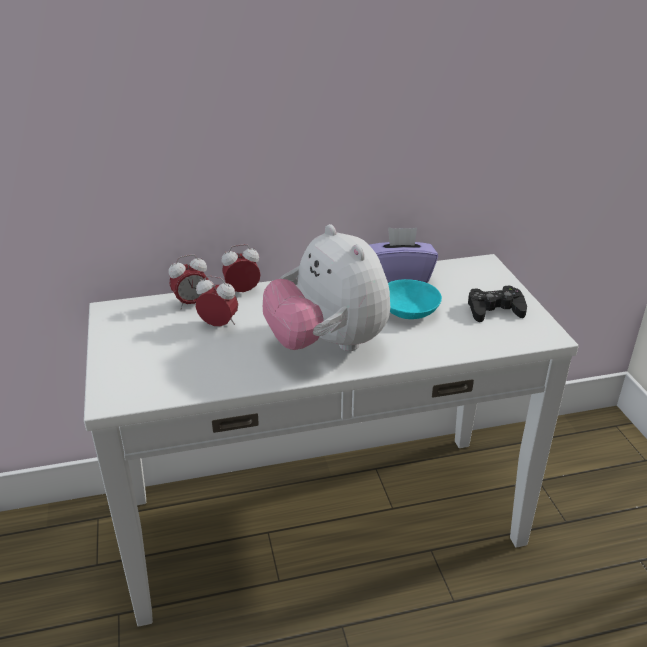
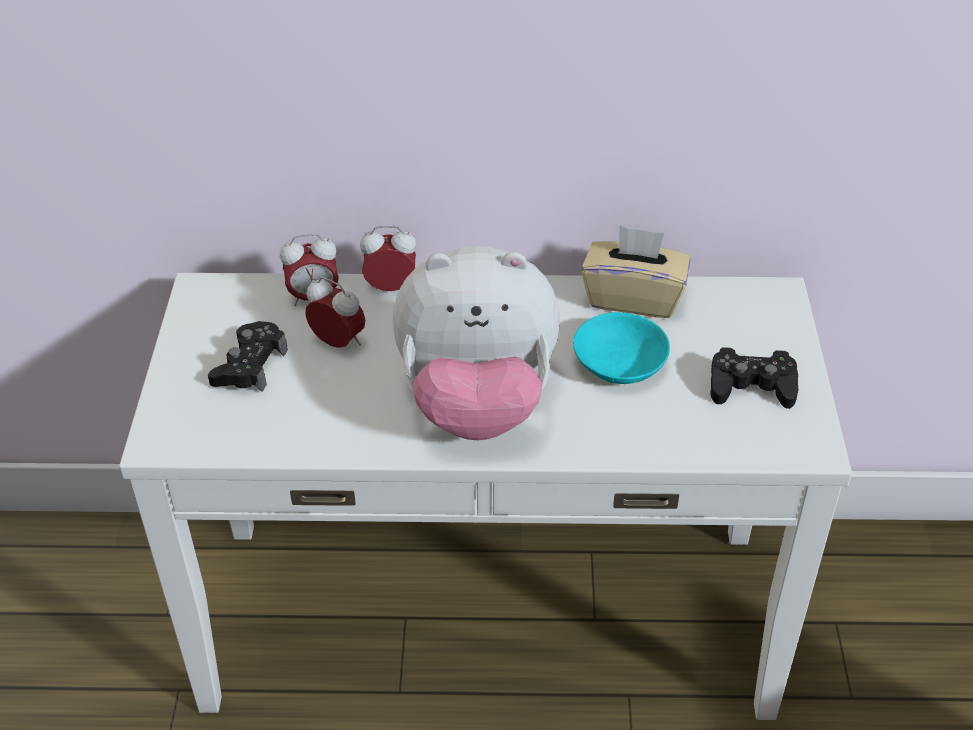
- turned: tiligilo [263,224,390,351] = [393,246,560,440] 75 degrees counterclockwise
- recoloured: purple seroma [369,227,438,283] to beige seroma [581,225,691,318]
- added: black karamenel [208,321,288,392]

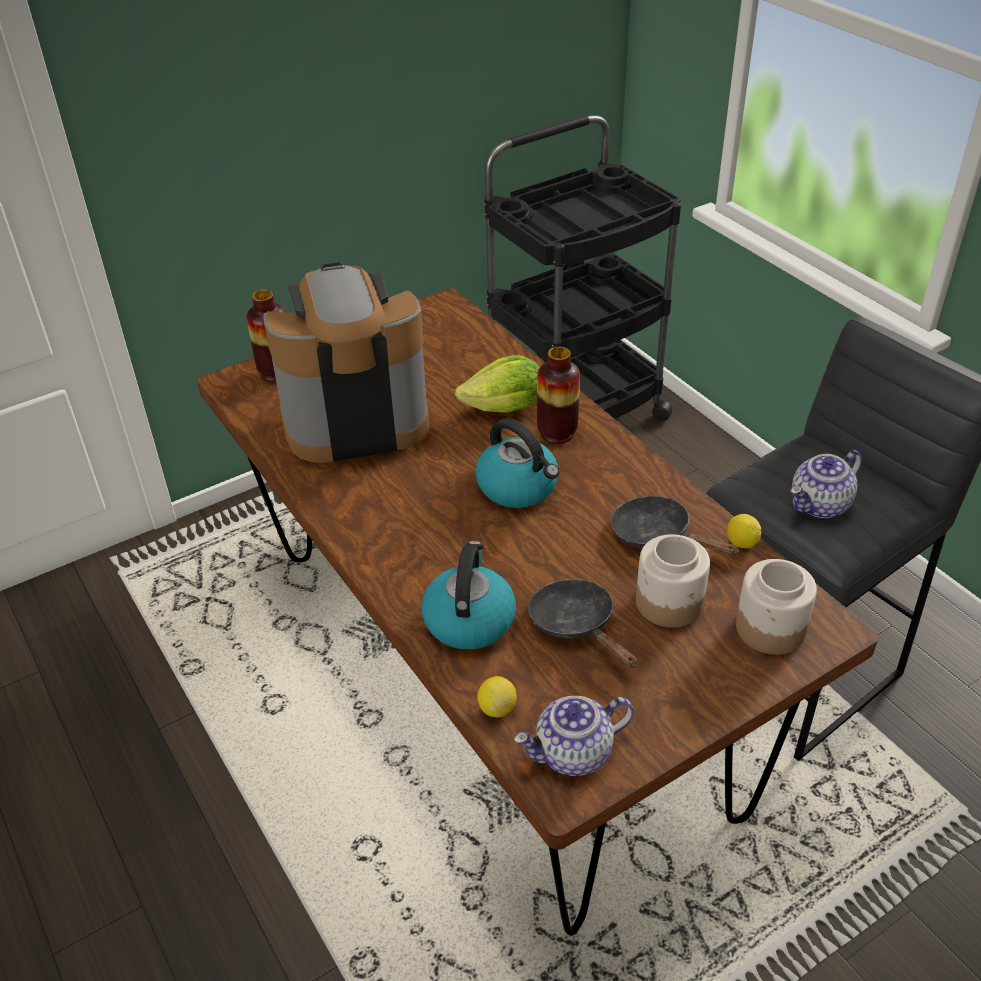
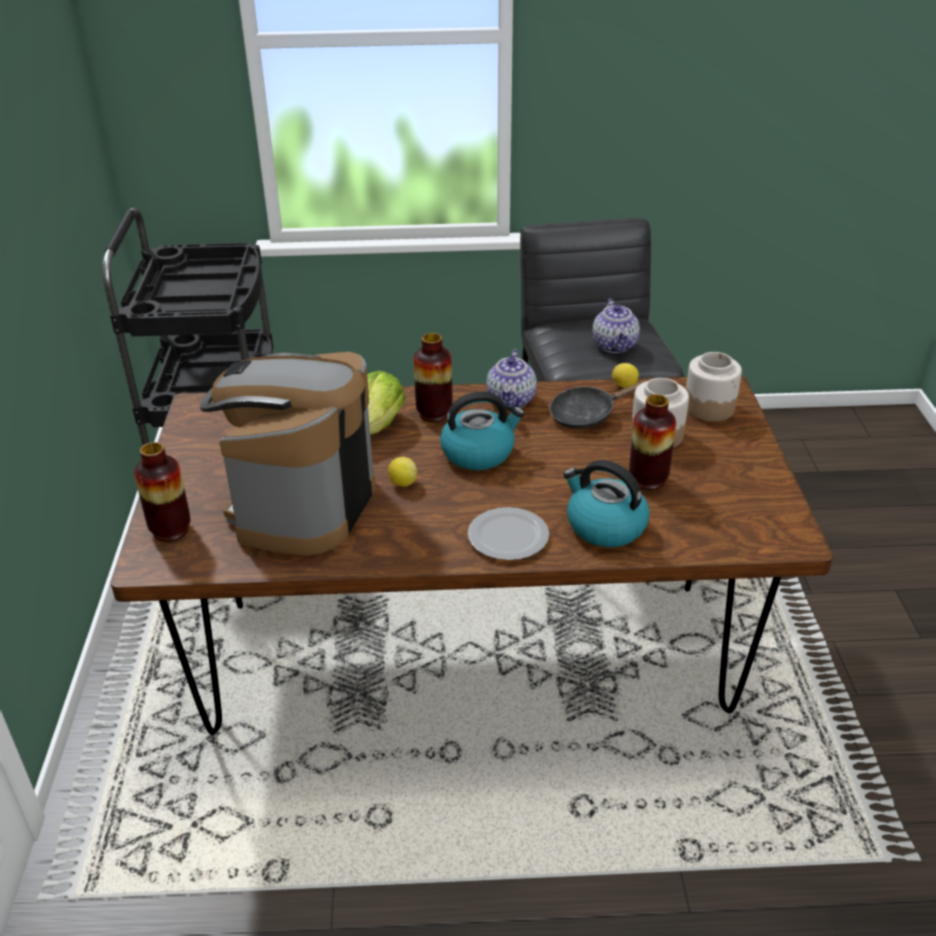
- moved: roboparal [477,676,517,717] to [388,457,417,487]
- moved: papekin [514,696,634,776] to [486,349,537,408]
- replaced: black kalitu [528,579,638,668] to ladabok [629,394,676,490]
- added: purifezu [468,507,549,560]

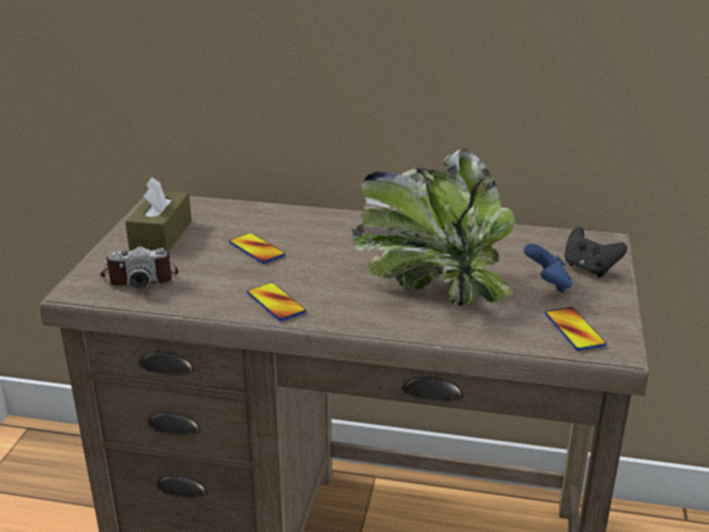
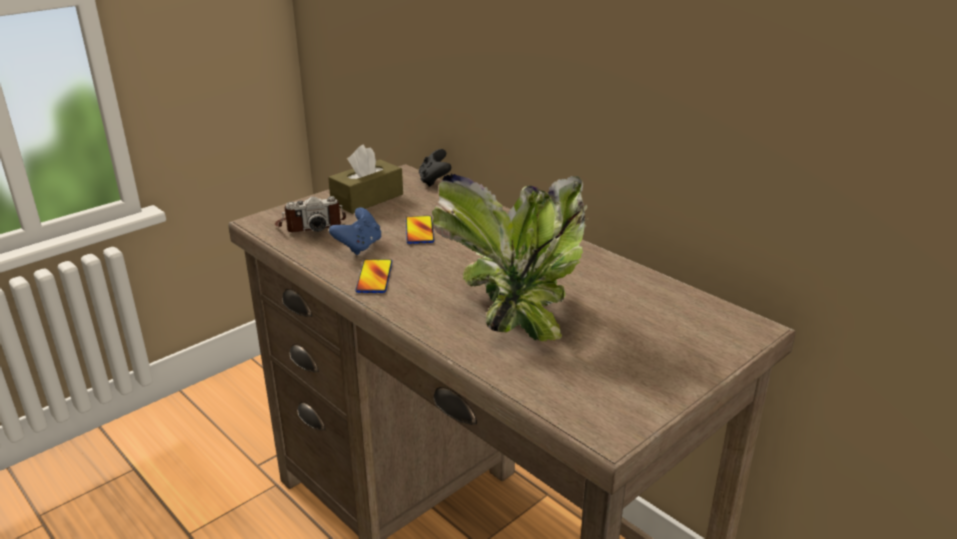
- turned: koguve [100,246,178,288] = [275,196,346,232] 45 degrees counterclockwise
- moved: blue karamenel [524,244,573,293] to [329,208,381,255]
- removed: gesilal [545,307,607,351]
- moved: black karamenel [564,227,627,277] to [419,149,451,187]

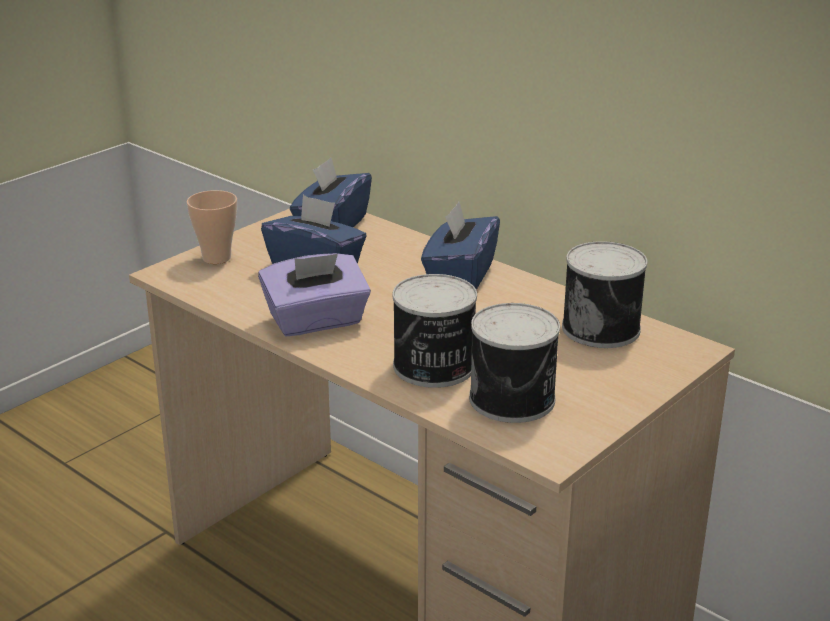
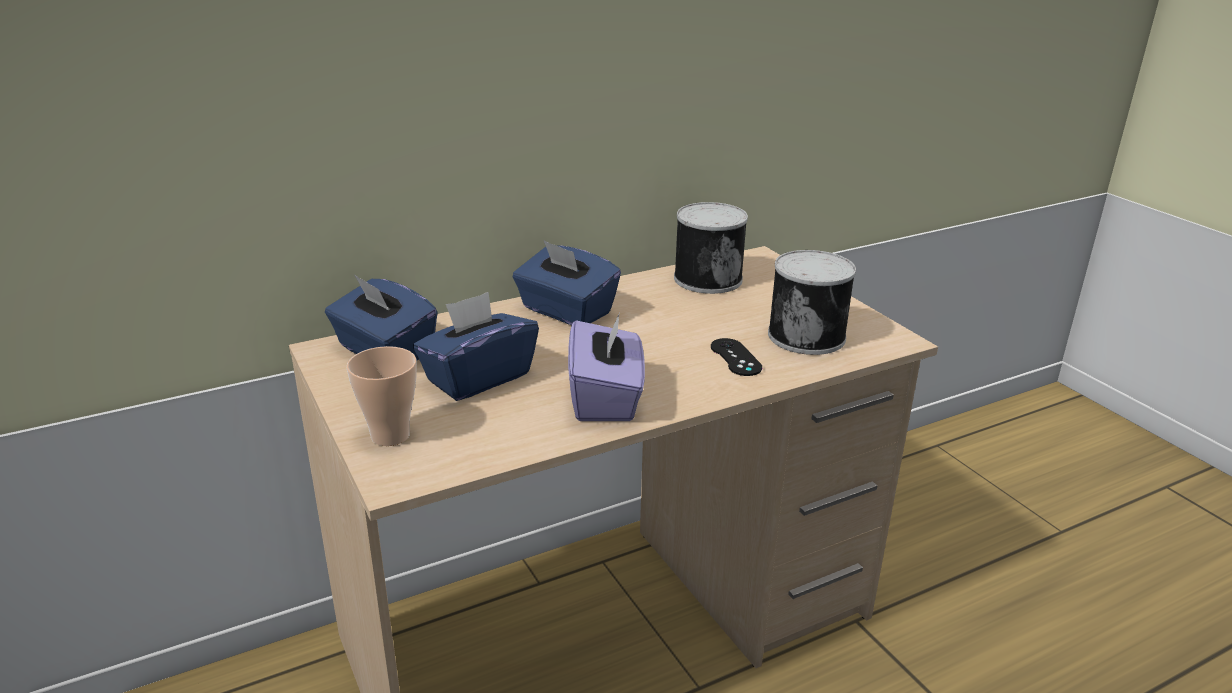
- replaced: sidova [393,274,477,388] to black karamenel [711,338,762,376]

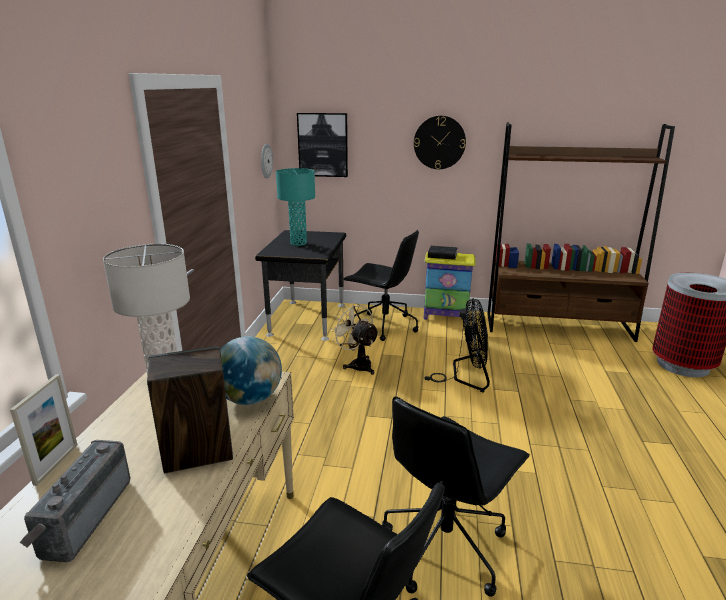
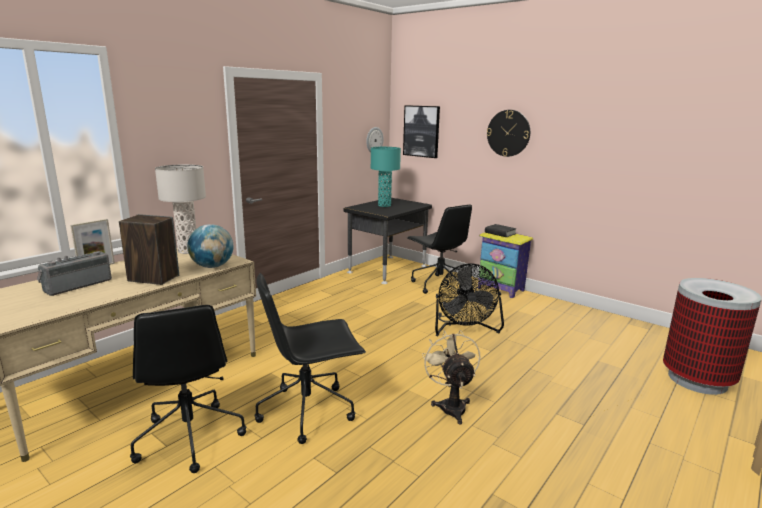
- moved: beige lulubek [330,303,379,375] to [422,330,480,425]
- turned: black lulubek [424,298,490,393] = [435,263,504,336] 45 degrees clockwise
- removed: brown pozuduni [487,122,675,342]

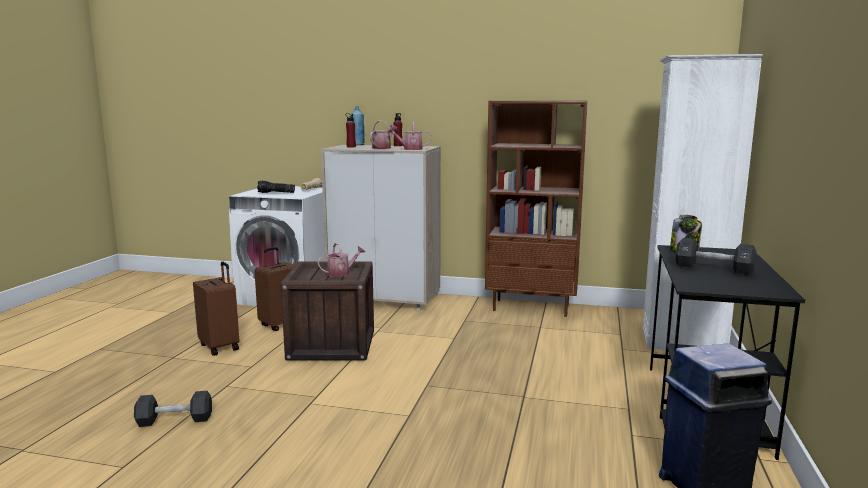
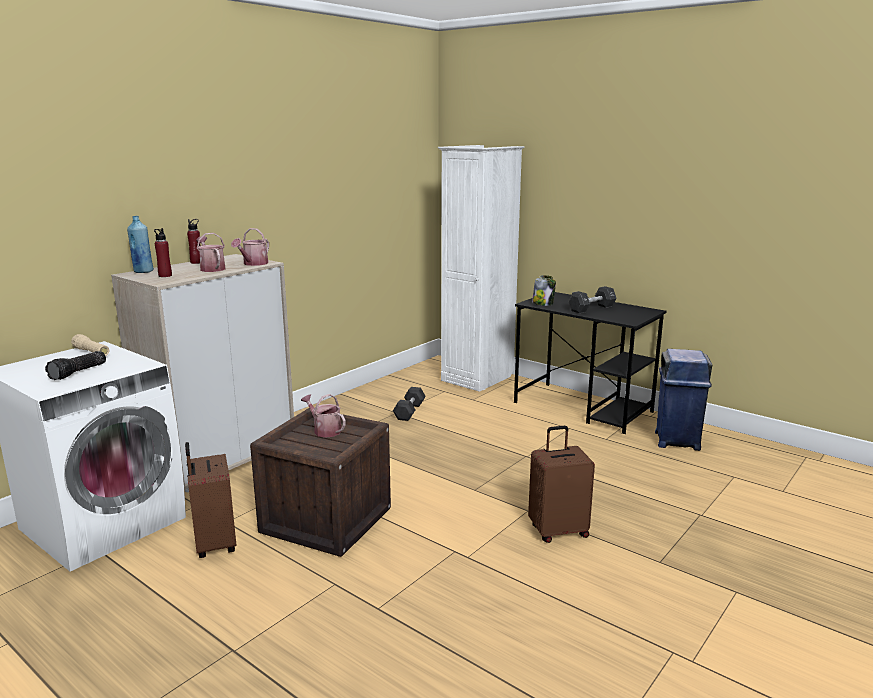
- moved: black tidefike [134,391,212,427] to [393,387,426,421]
- moved: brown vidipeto [193,261,239,356] to [528,426,595,543]
- turned: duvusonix [317,243,365,277] = [301,394,346,438] 45 degrees counterclockwise
- removed: brown pozuduni [485,101,588,317]

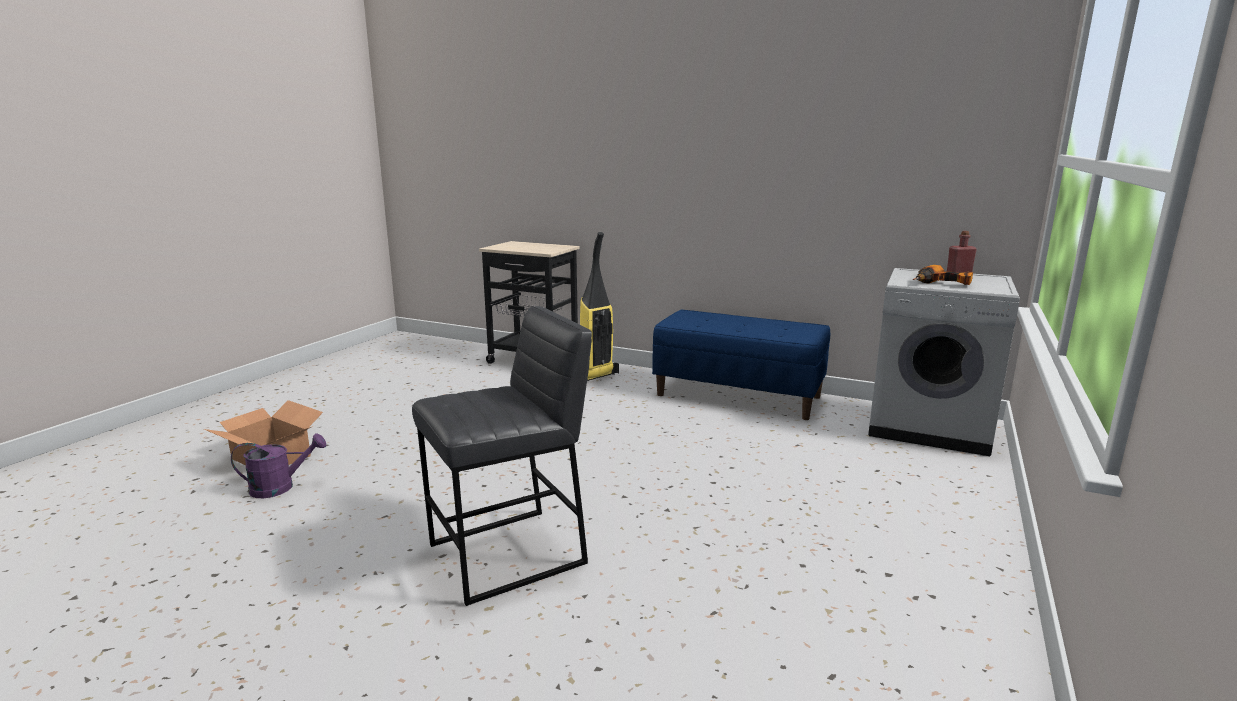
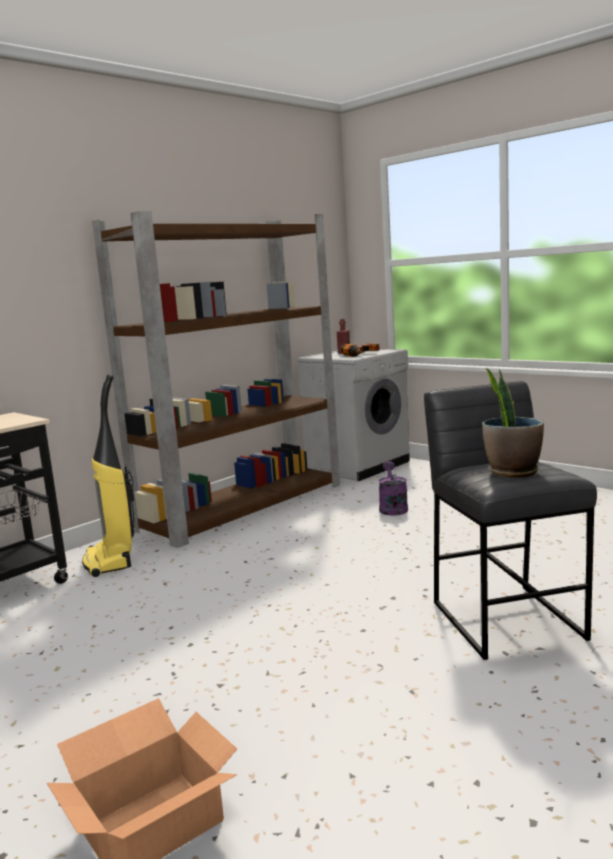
- moved: purple duvusonix [231,433,326,498] to [378,461,408,516]
- replaced: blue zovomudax [652,310,830,420] to brown pozuduni [92,211,340,548]
- added: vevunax [482,368,544,478]

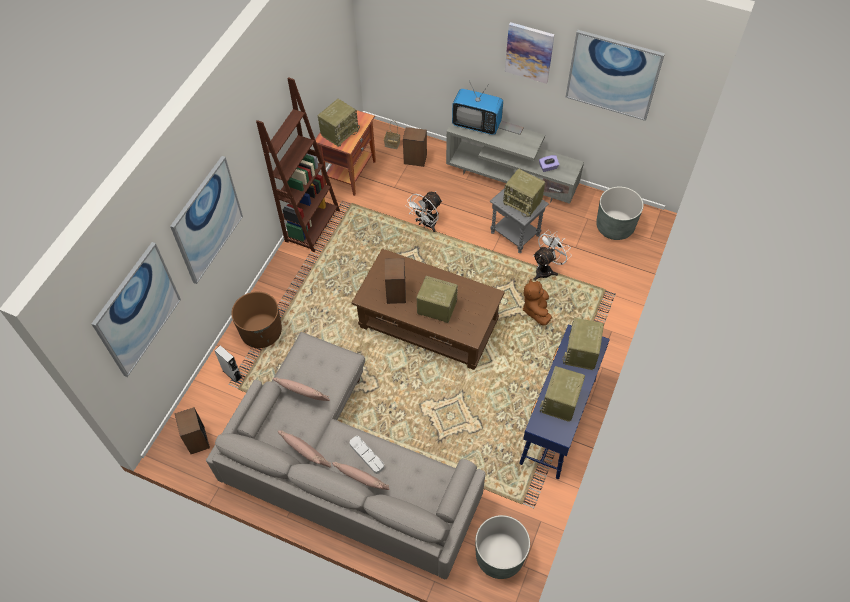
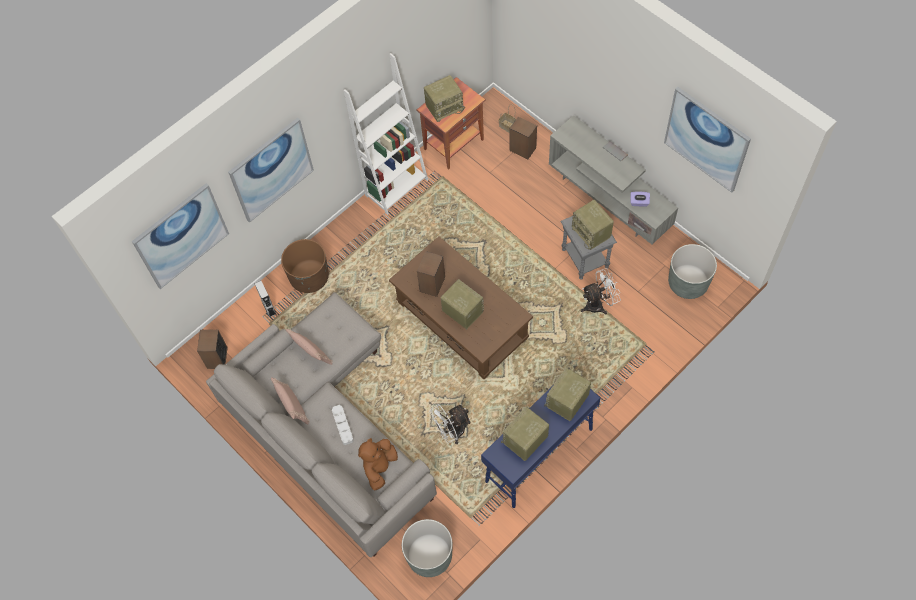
- recoloured: brown pozuduni [256,77,340,252] to white pozuduni [344,53,428,215]
- removed: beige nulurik [332,462,390,490]
- moved: white lulubek [406,192,442,232] to [430,404,471,444]
- removed: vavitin [452,81,503,135]
- removed: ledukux [505,22,555,84]
- moved: brown tiligilo [523,279,552,325] to [358,438,398,490]

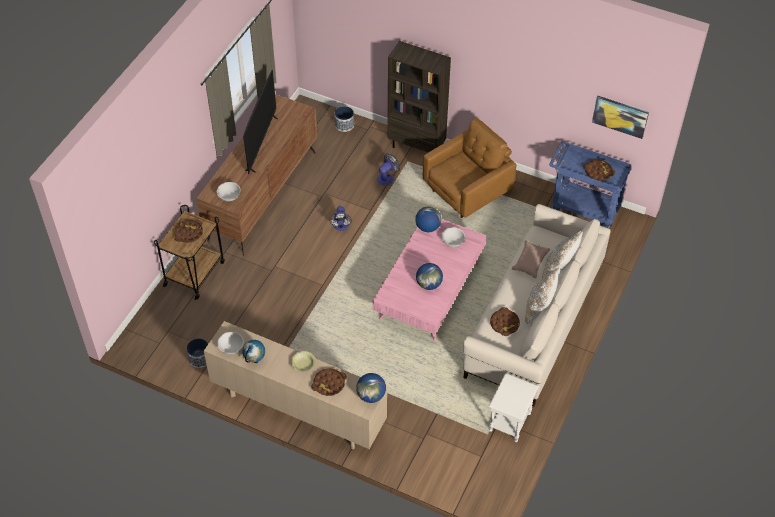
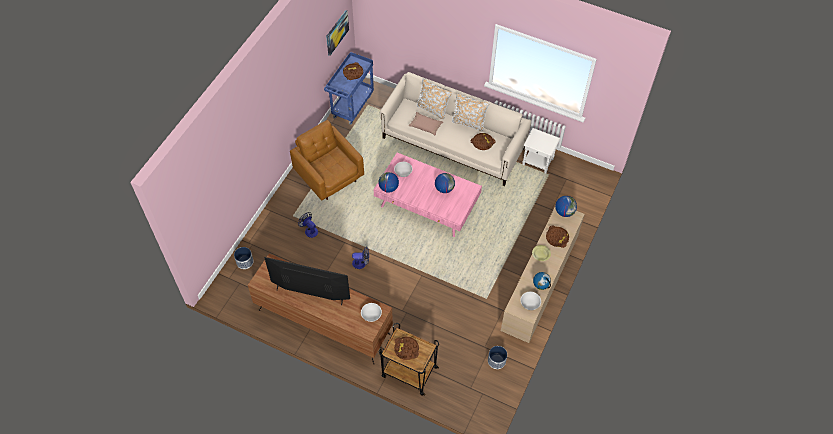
- removed: brown pozuduni [388,41,451,152]

